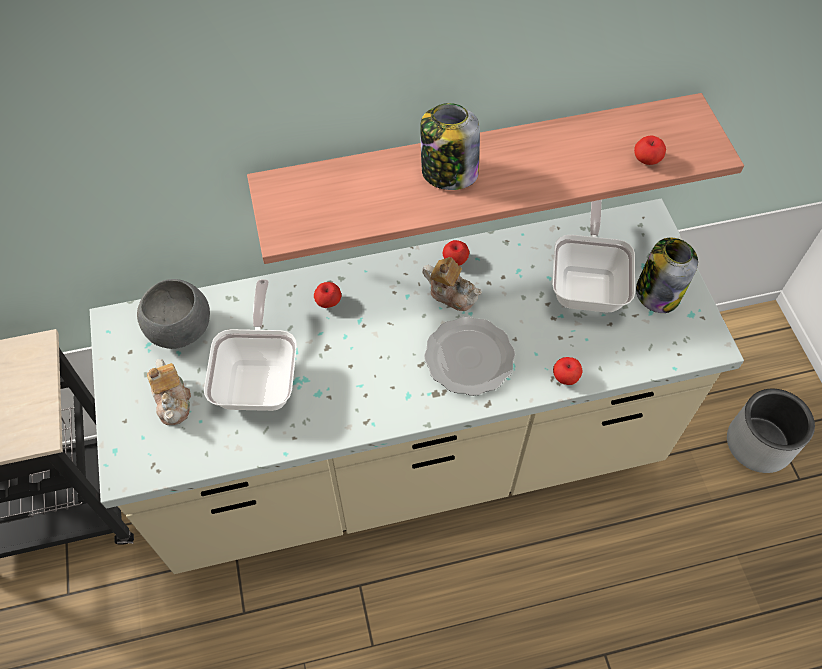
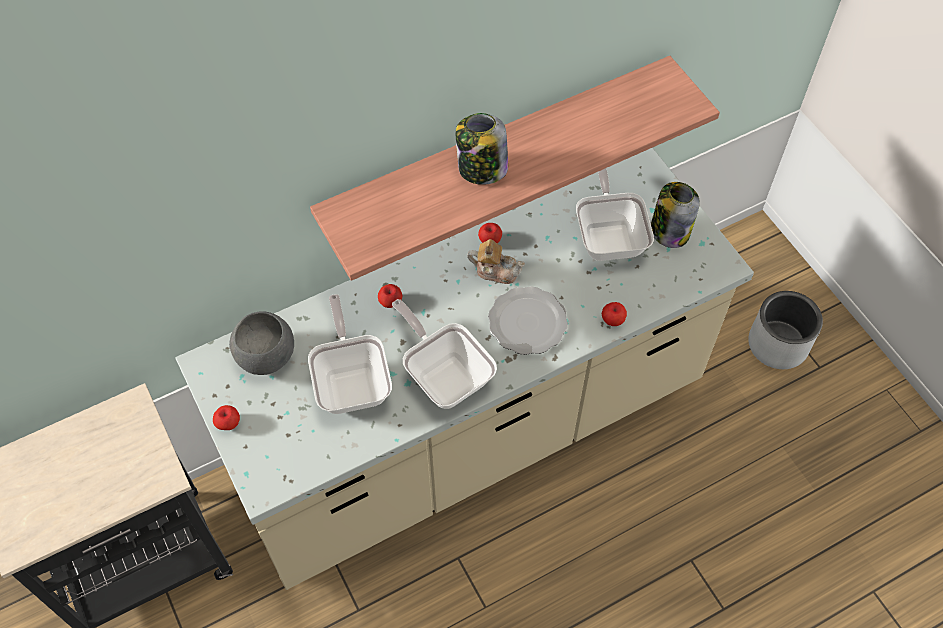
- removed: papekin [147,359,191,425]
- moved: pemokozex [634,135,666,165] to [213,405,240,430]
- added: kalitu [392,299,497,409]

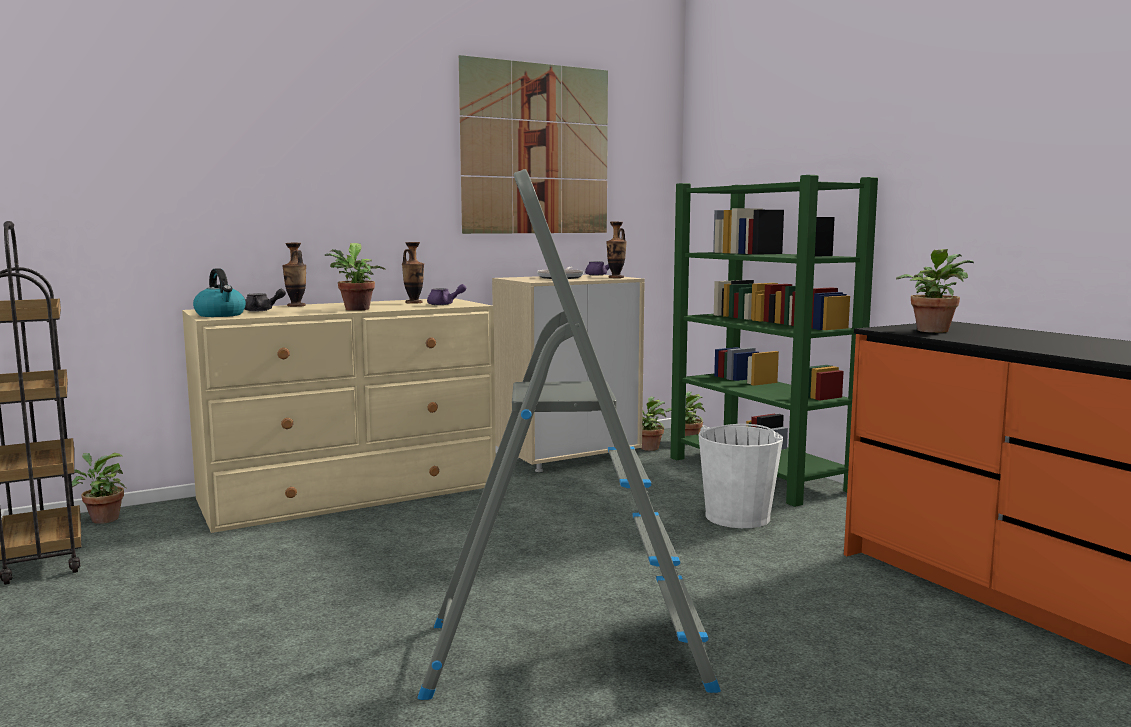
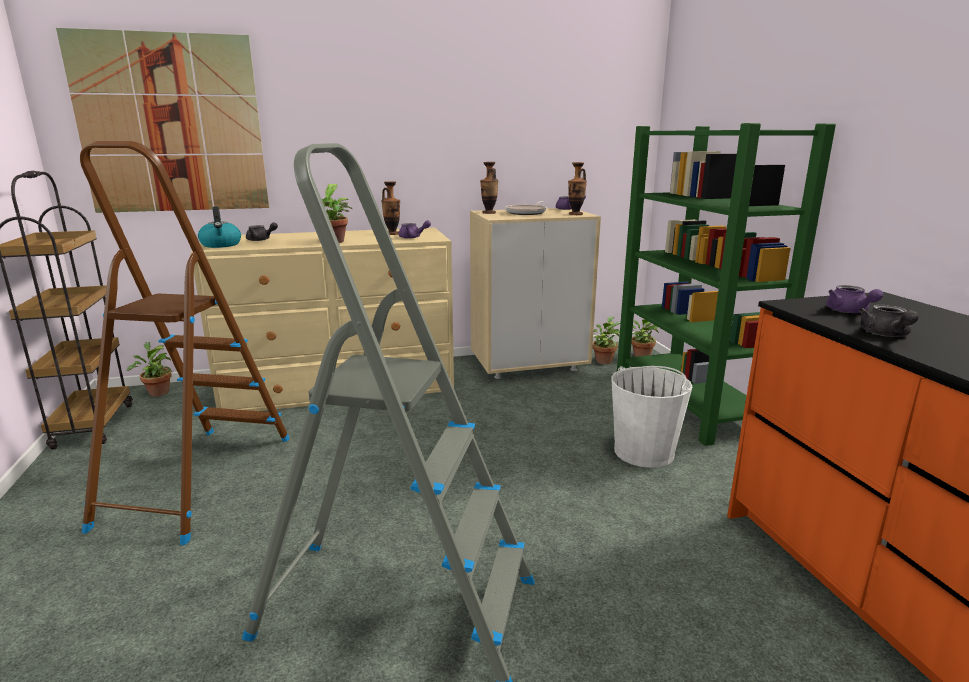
- moved: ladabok [282,243,306,307] to [480,162,498,214]
- moved: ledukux [459,55,608,234] to [56,28,269,213]
- replaced: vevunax [896,249,974,333] to purple papekin [826,285,883,313]
- added: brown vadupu [80,141,290,545]
- added: grey papekin [859,305,919,337]

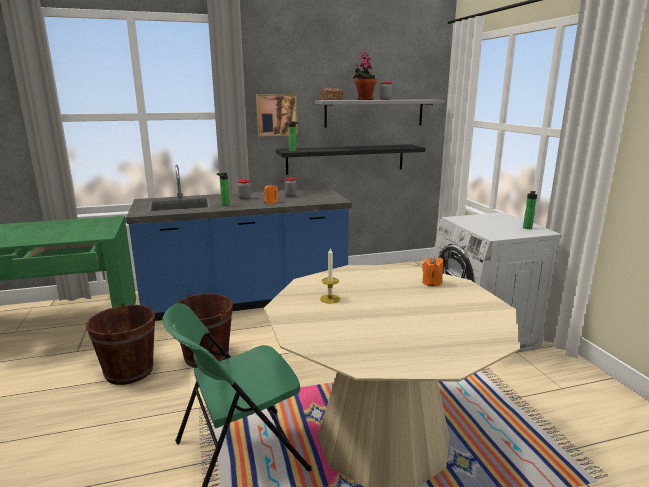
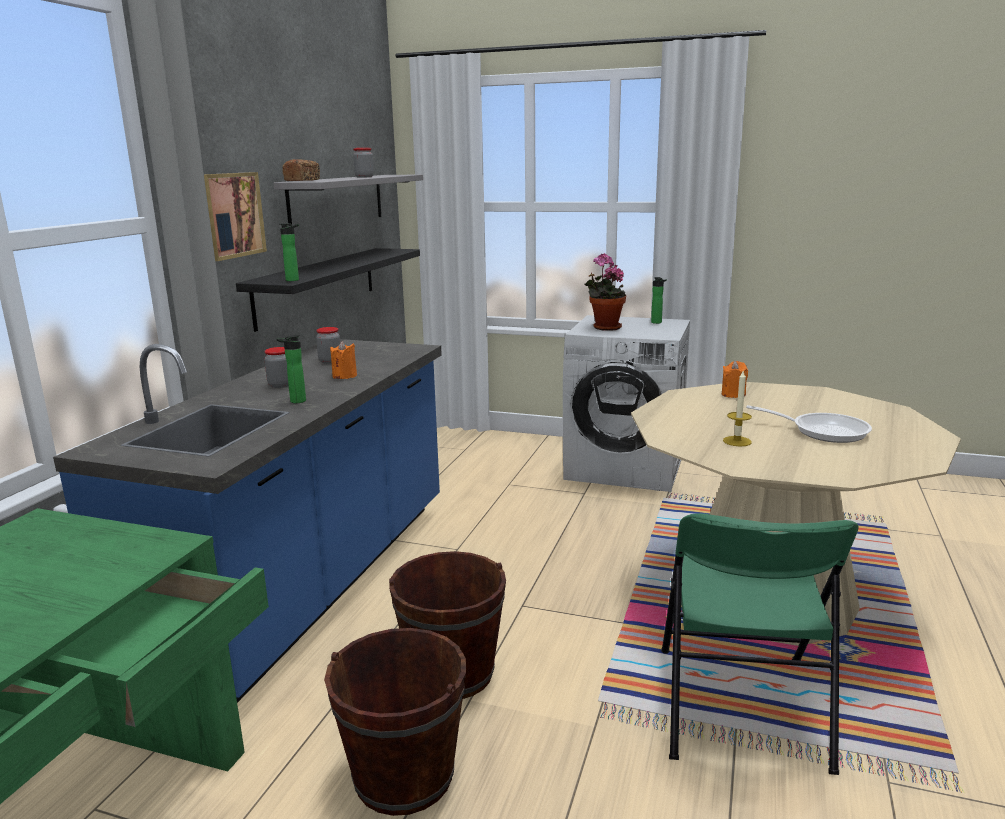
- moved: vevunax [353,52,377,100] to [584,253,626,331]
- added: kalitu [746,405,872,443]

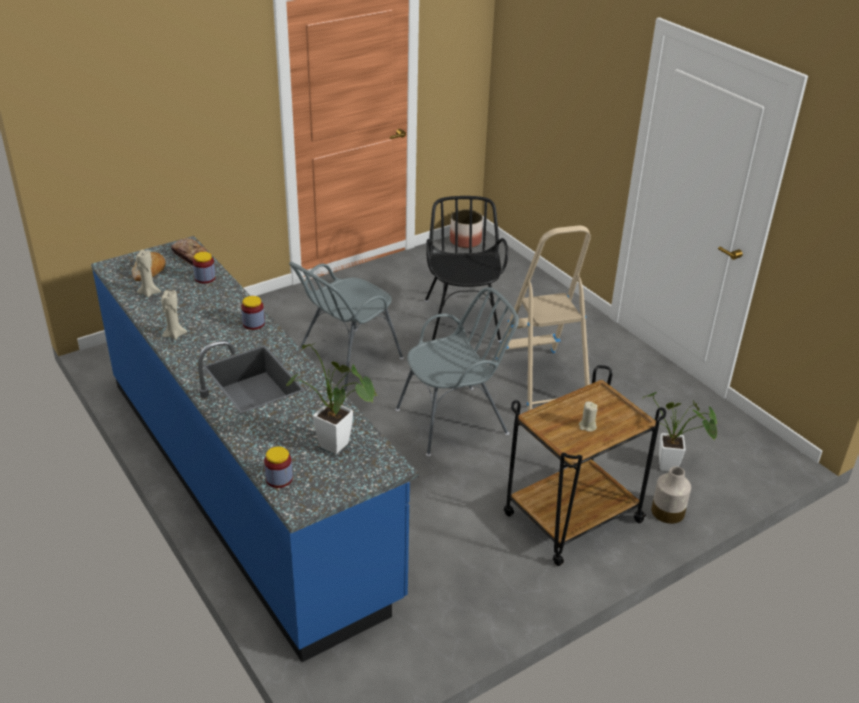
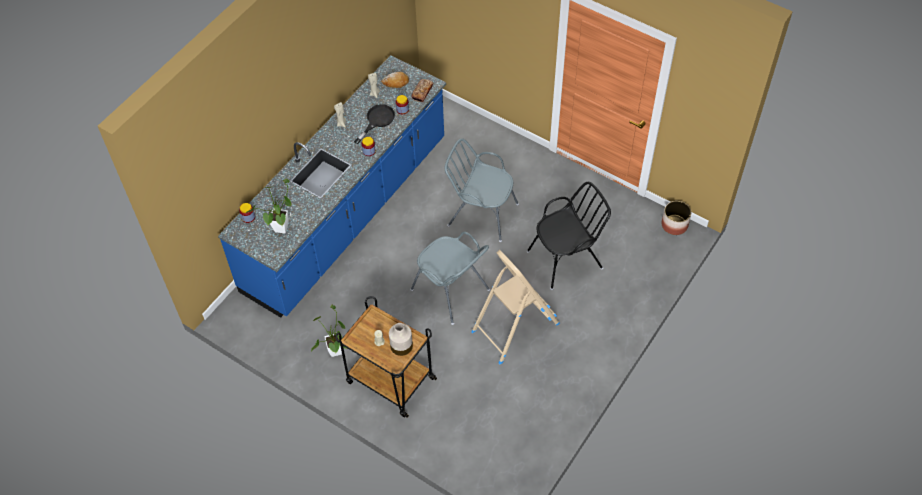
- moved: vevunax [642,392,717,471] to [311,305,347,357]
- moved: beige ladabok [651,466,691,524] to [389,323,413,356]
- added: black kalitu [354,104,395,144]

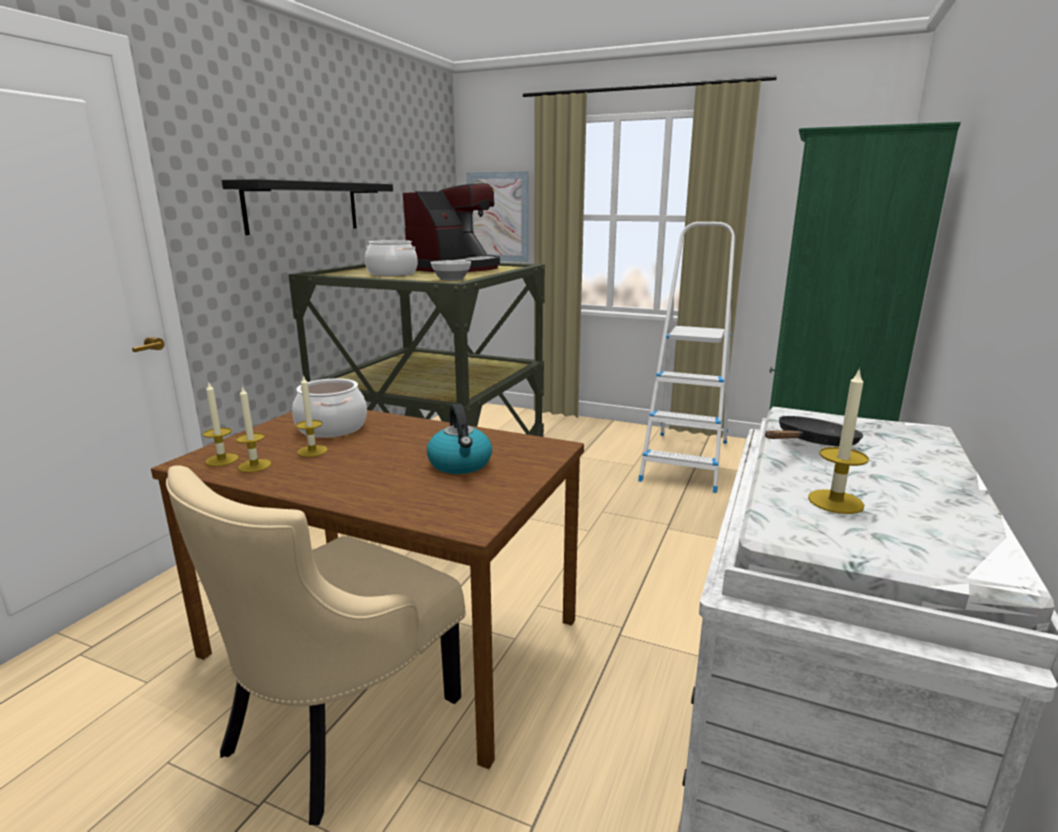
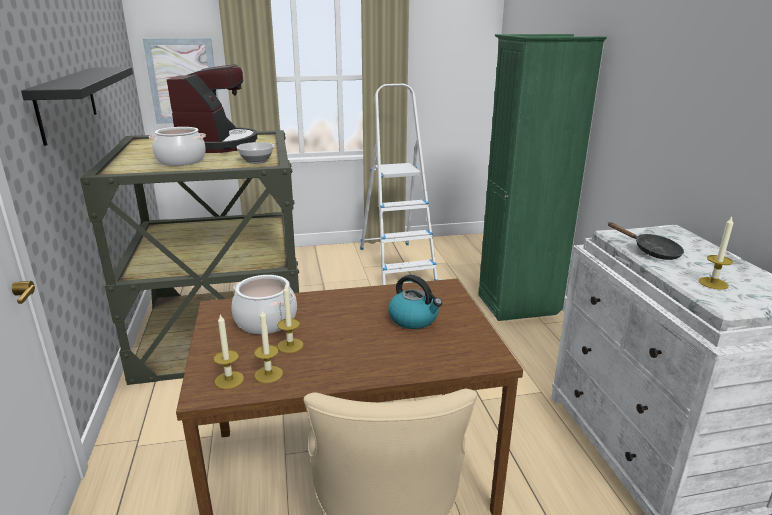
- turned: black kalitu [765,416,864,446] = [608,222,684,260] 120 degrees clockwise

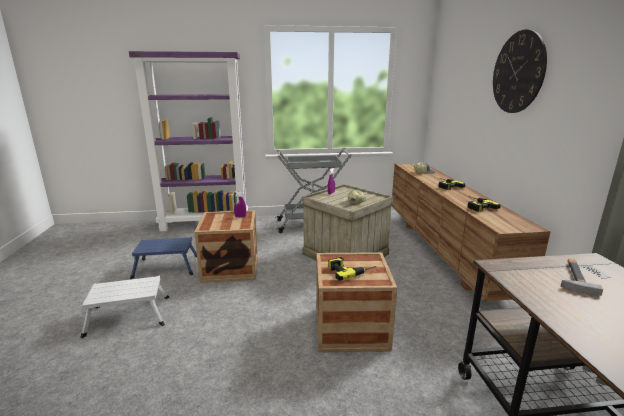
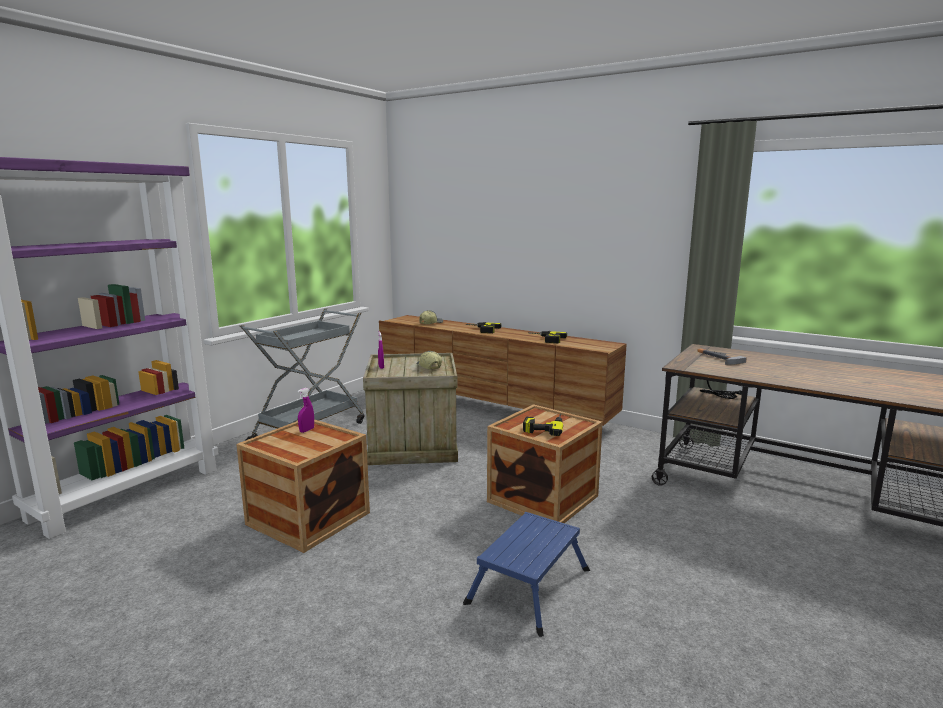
- removed: white vadupu [80,276,169,338]
- moved: blue vadupu [130,237,197,279] to [463,512,590,637]
- removed: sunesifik [493,29,547,113]

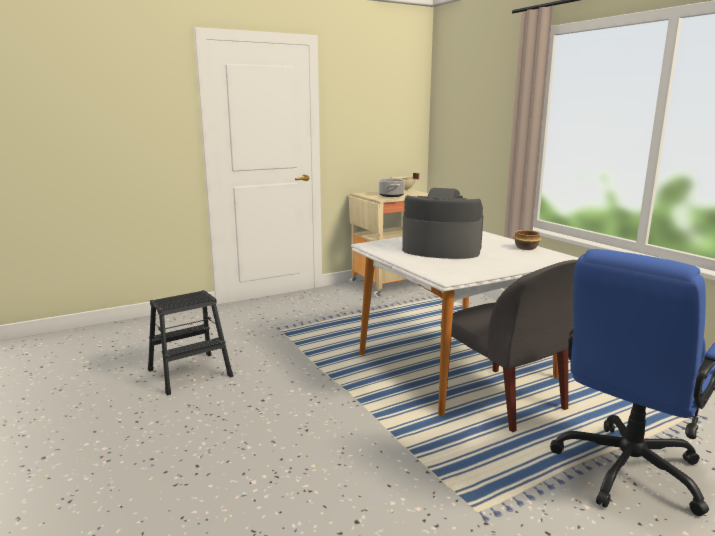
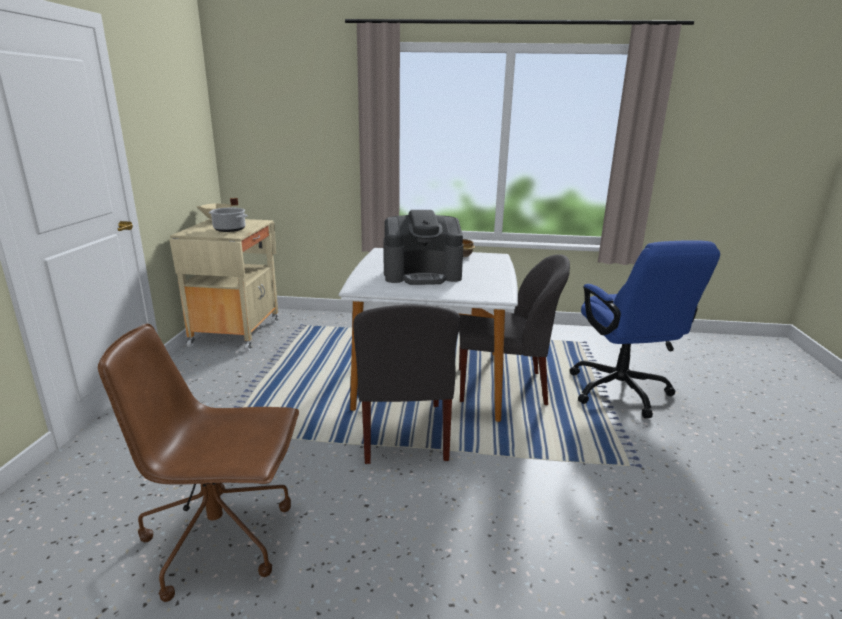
- replaced: black vadupu [148,290,233,395] to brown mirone [98,324,299,602]
- turned: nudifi [402,188,483,259] = [383,210,463,285] 150 degrees counterclockwise
- added: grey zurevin [353,305,461,464]

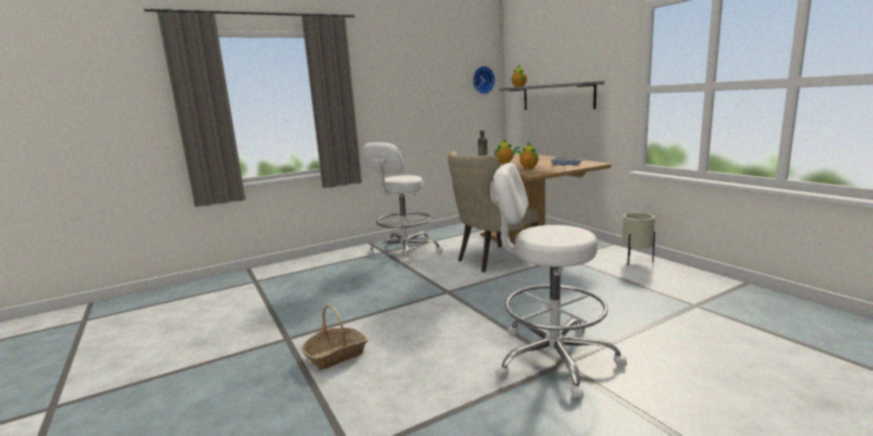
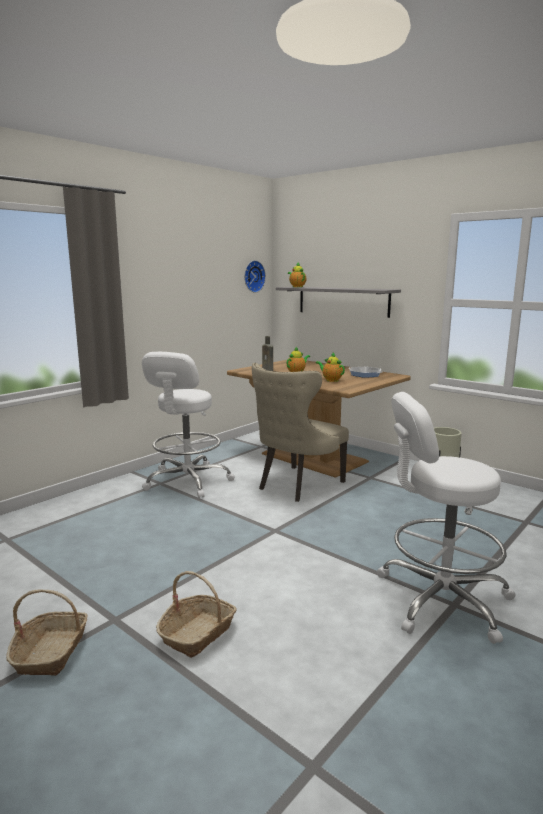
- added: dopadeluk [6,590,88,676]

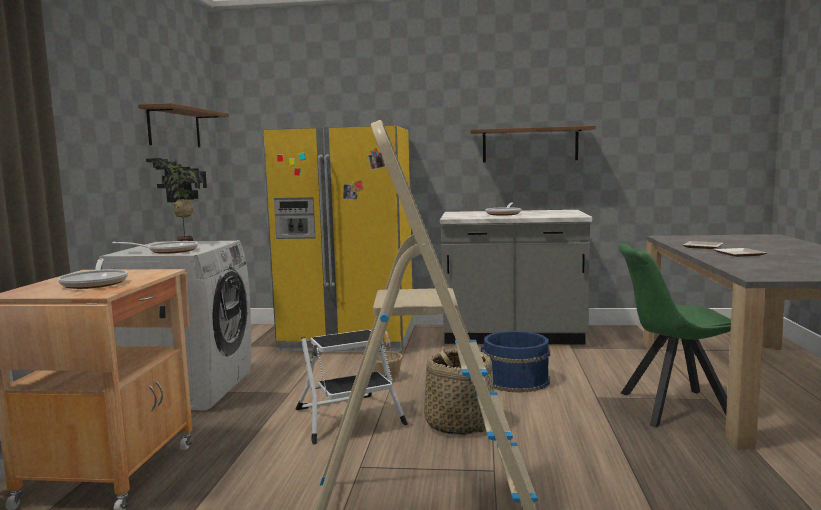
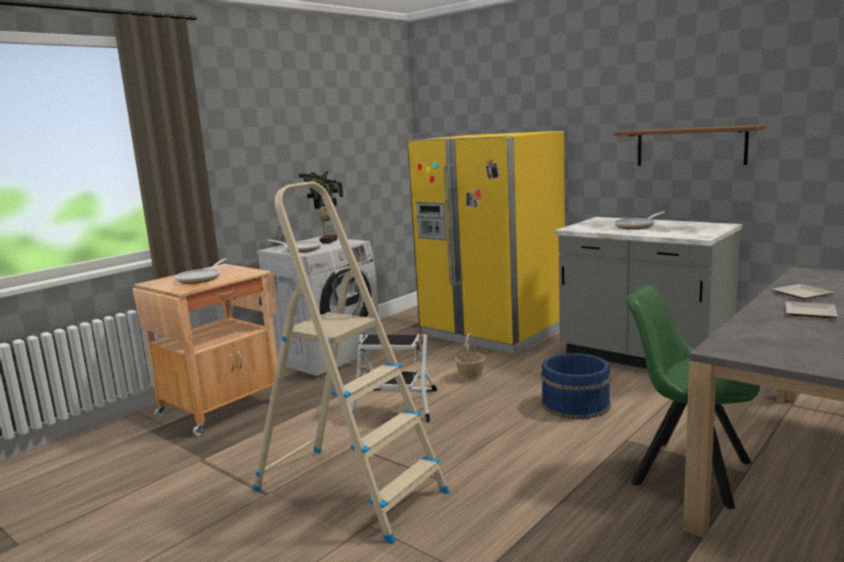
- removed: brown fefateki [138,103,229,147]
- removed: dopadeluk [424,347,494,435]

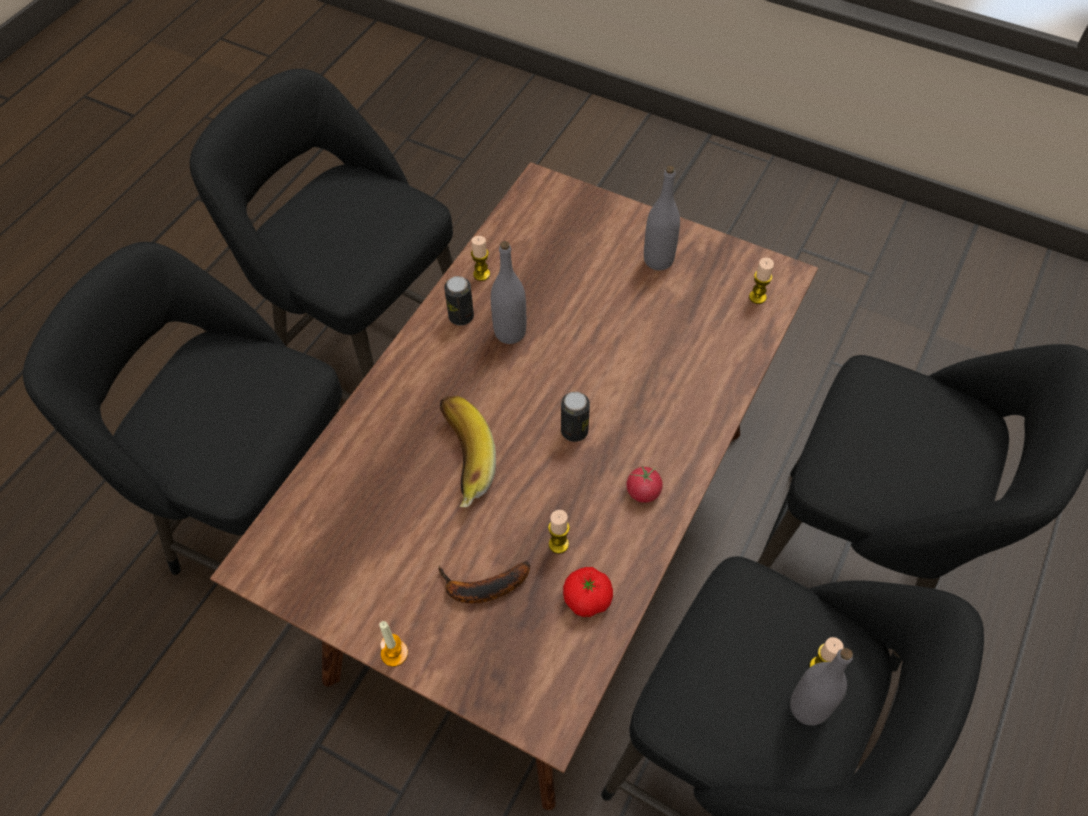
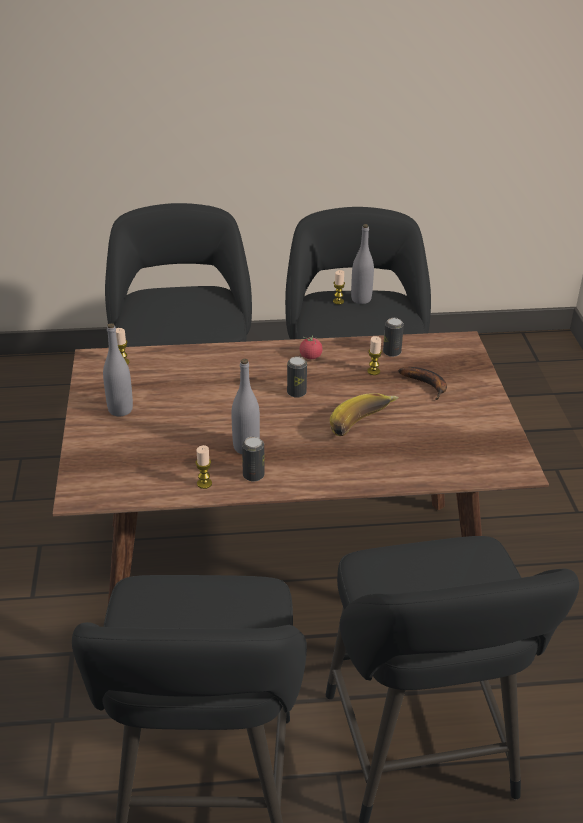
- removed: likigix [379,621,408,667]
- replaced: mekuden [563,567,613,617] to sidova [383,318,404,357]

